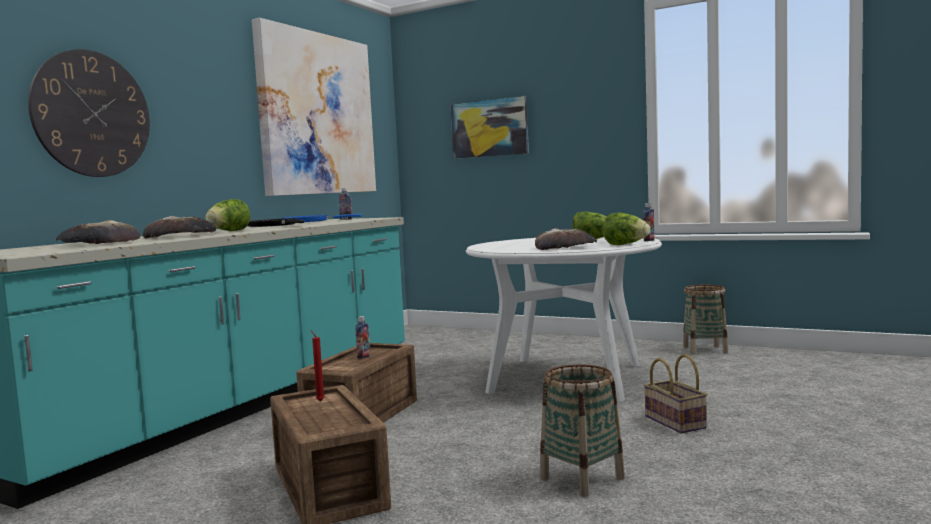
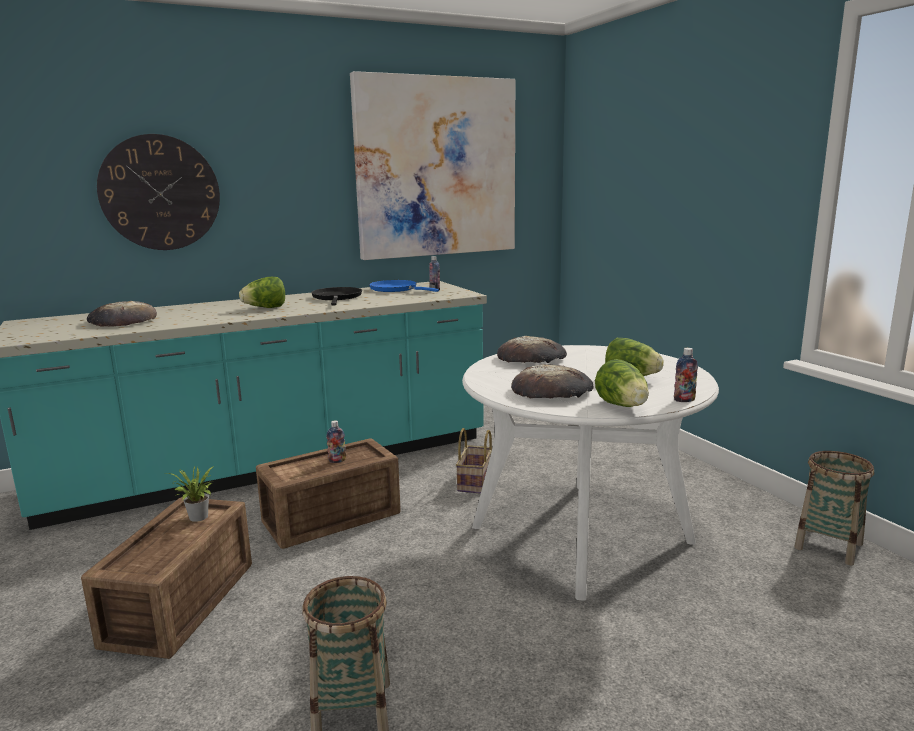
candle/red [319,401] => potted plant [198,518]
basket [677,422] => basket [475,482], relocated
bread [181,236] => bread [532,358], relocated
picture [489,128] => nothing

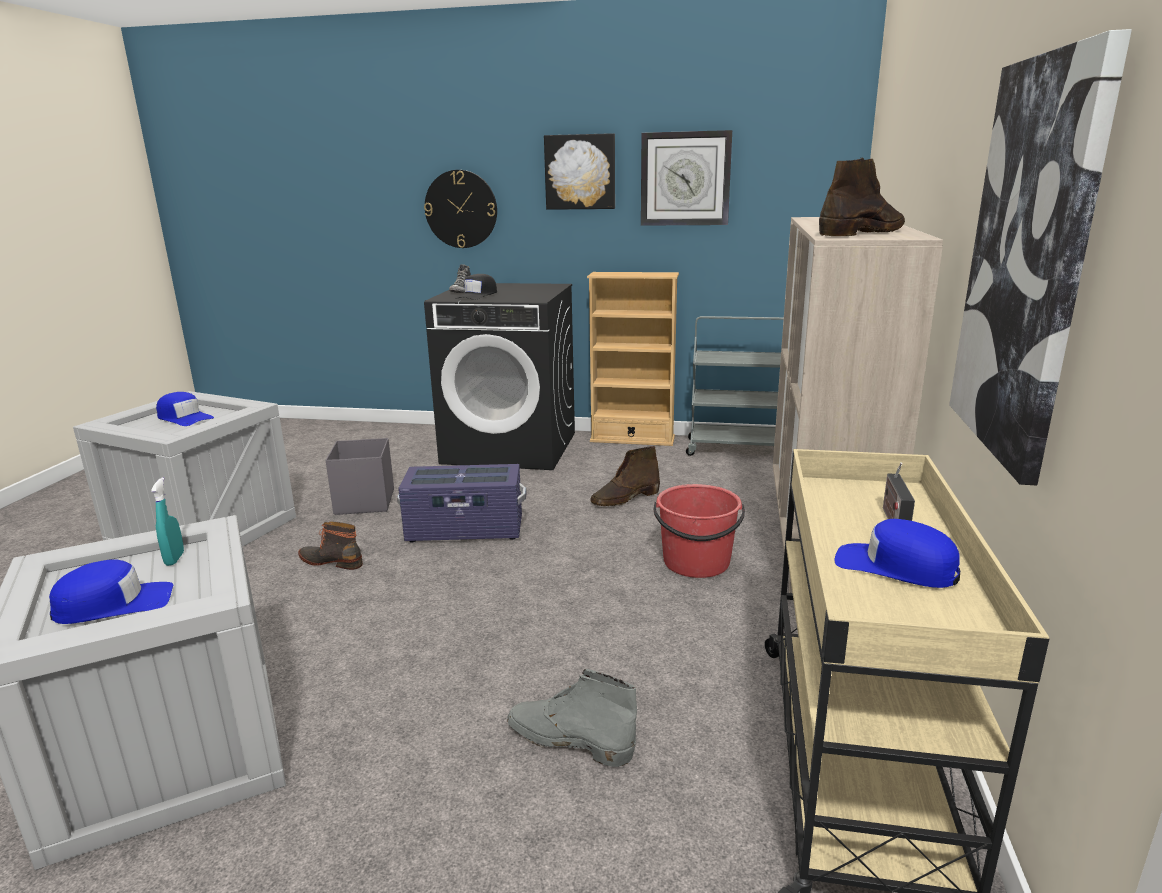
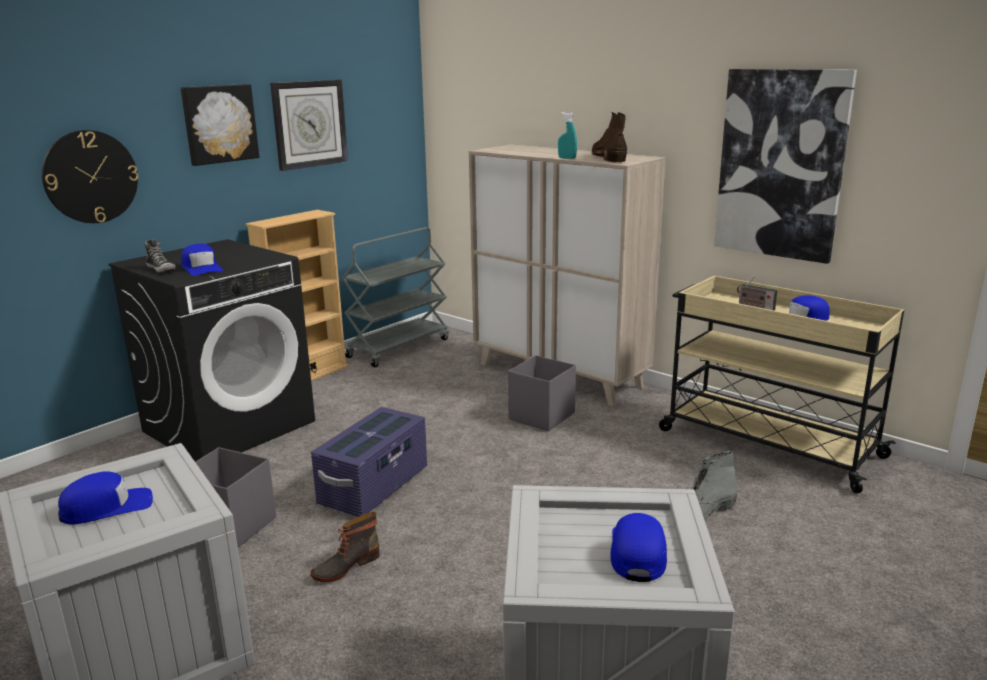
cap/black [477,295] => cap/blue [201,268]
bucket/red [696,563] => storage box/grey [540,416]
spray bottle/turquoise [174,559] => spray bottle/turquoise [567,158], relocated
boot/brown [625,498] => nothing

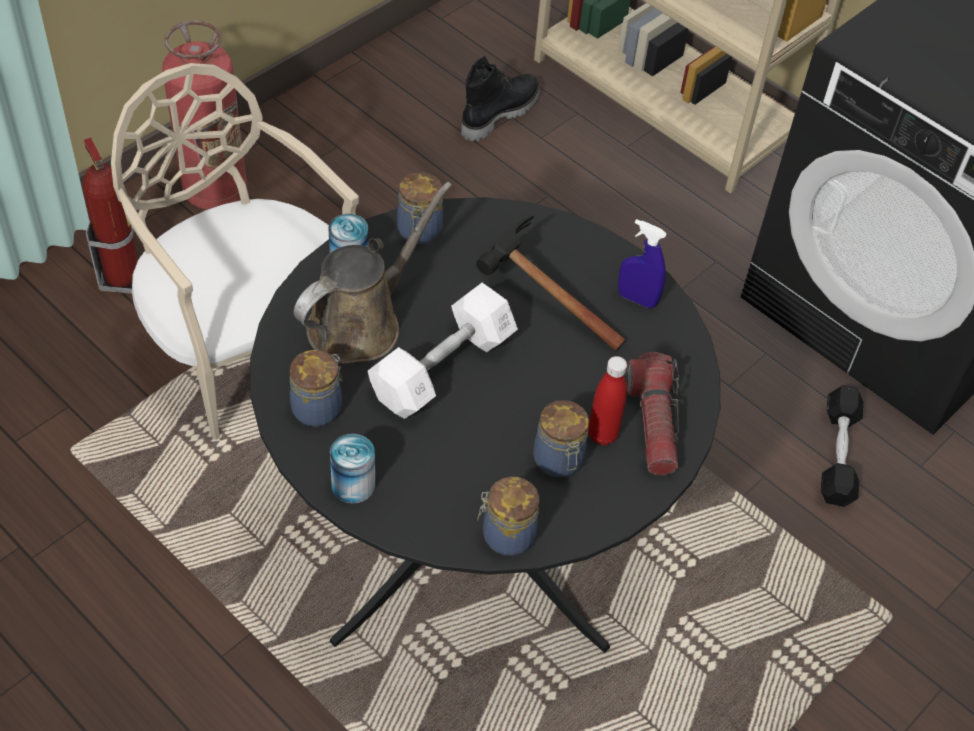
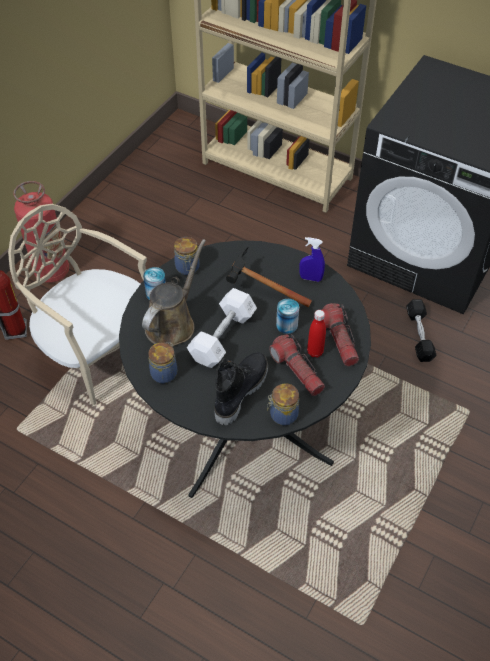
boot/black [498,113] => boot/black [240,391], relocated
jar [558,461] => flashlight [297,371]
can [353,485] => can [287,325], relocated

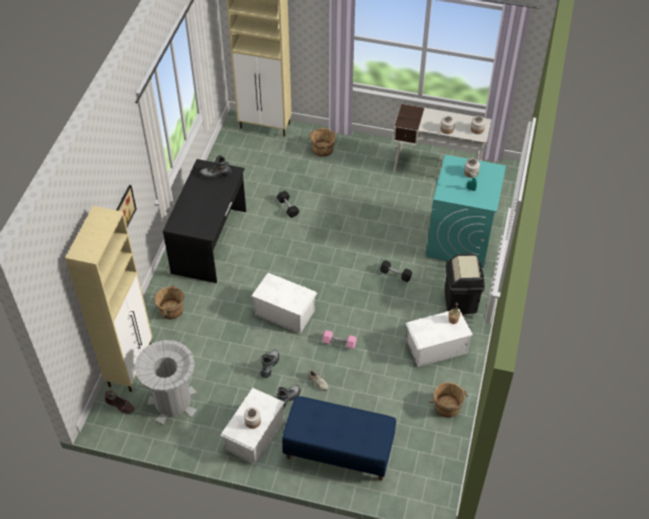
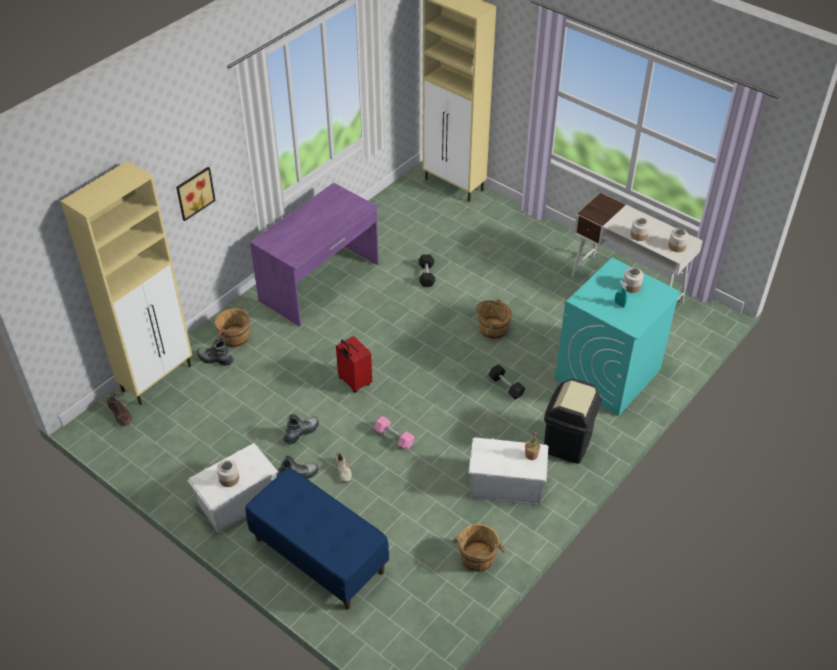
boot [216,174] => boot [215,359], relocated
desk/black [210,241] => desk/purple [320,282]
storage box/white [284,312] => suitcase/red [354,382]
bucket/brown [322,149] => bucket/brown [492,329], relocated
trash can/grey [173,402] => nothing

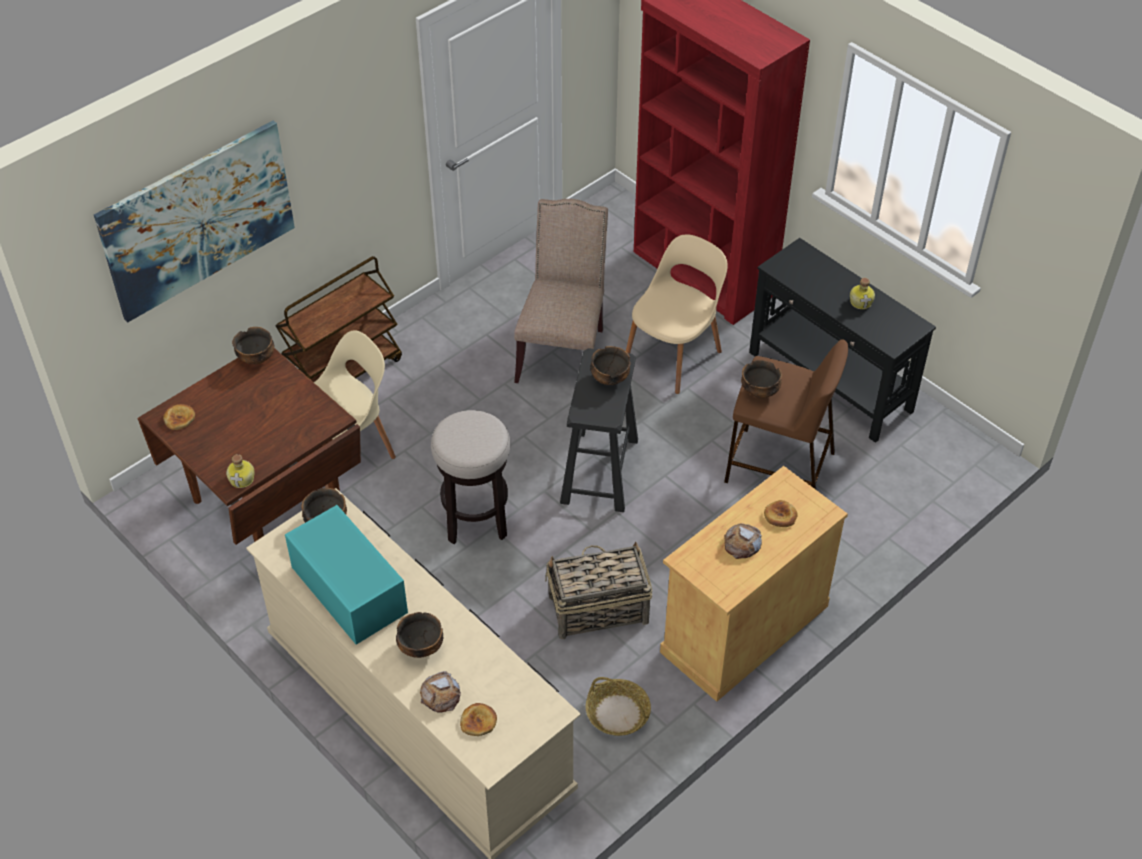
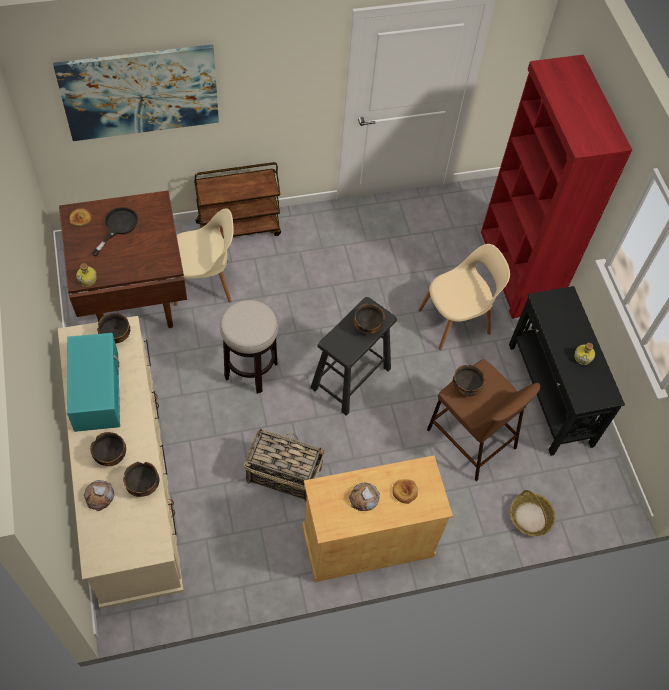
nothing => frying pan/black [117,227]
bowl [256,358] => bowl [143,485], relocated
basket [617,713] => basket [530,517], relocated
bread [478,721] => nothing
chair/beige [563,352] => nothing

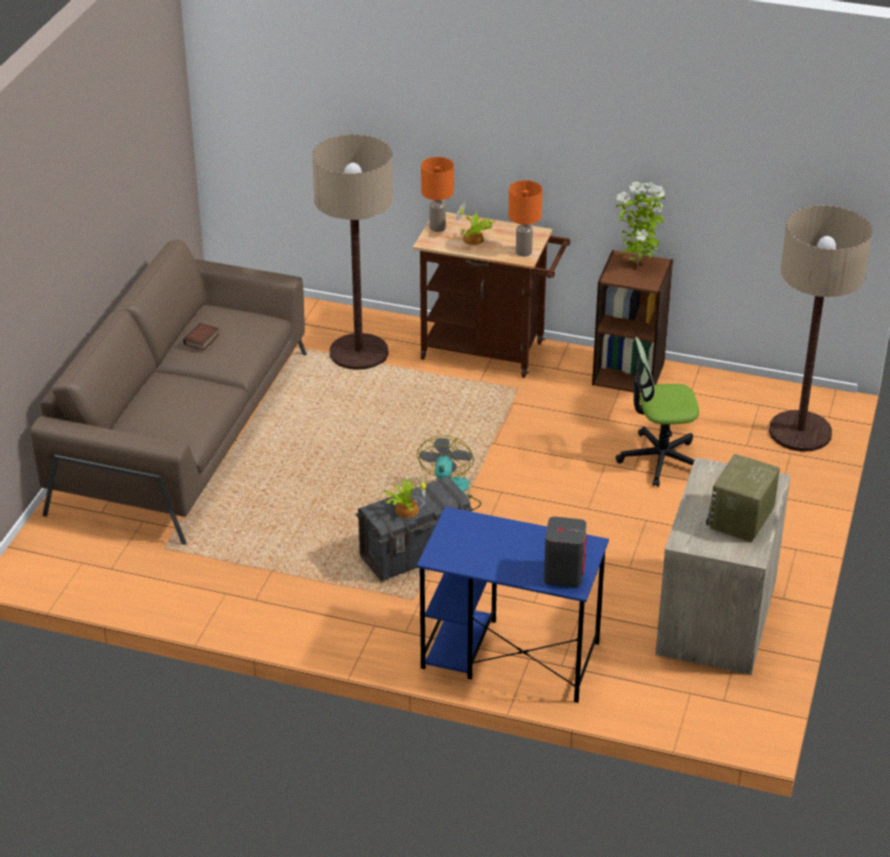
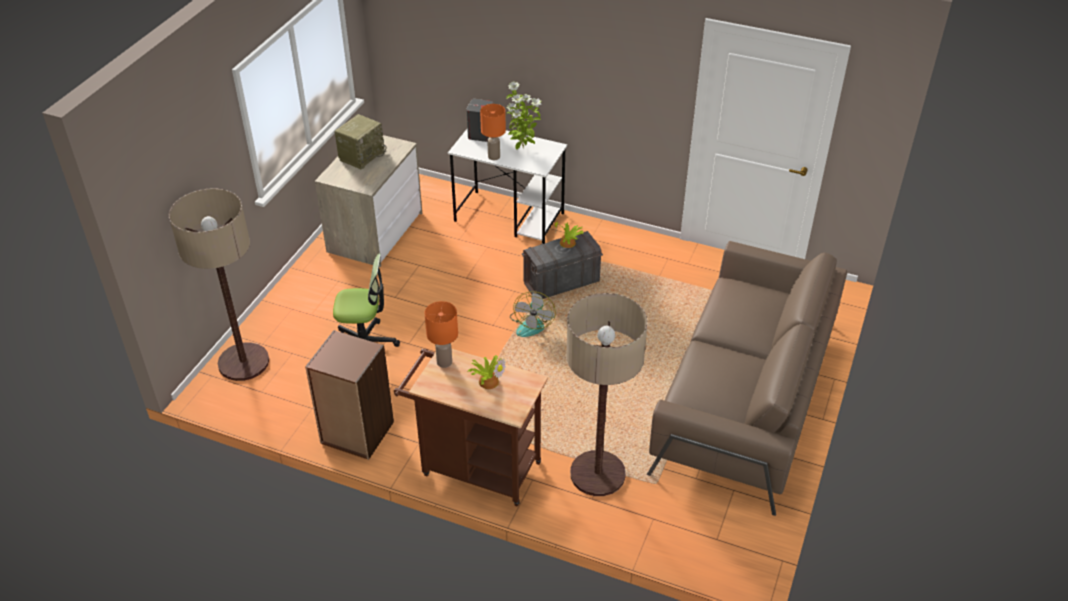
desk/blue [509,655] => desk/white [510,217]
table lamp/orange [437,228] => table lamp/orange [494,156], relocated
potted plant [638,264] => potted plant [522,148], relocated
book [202,340] => nothing

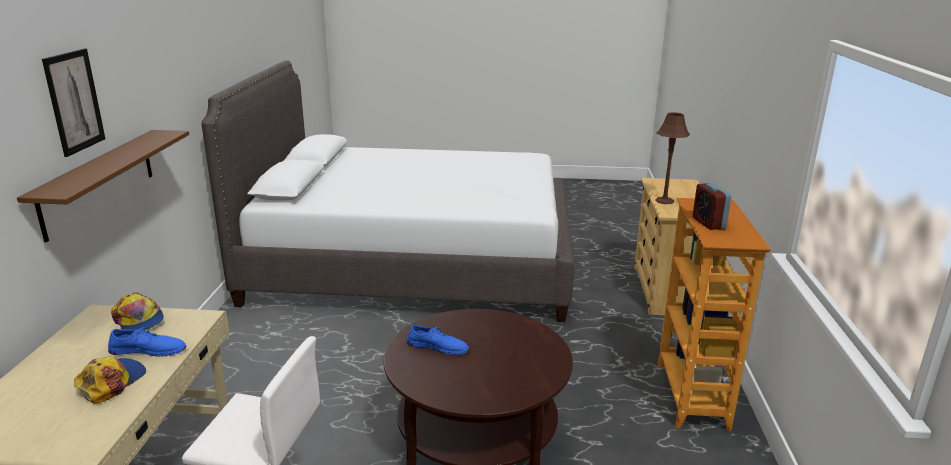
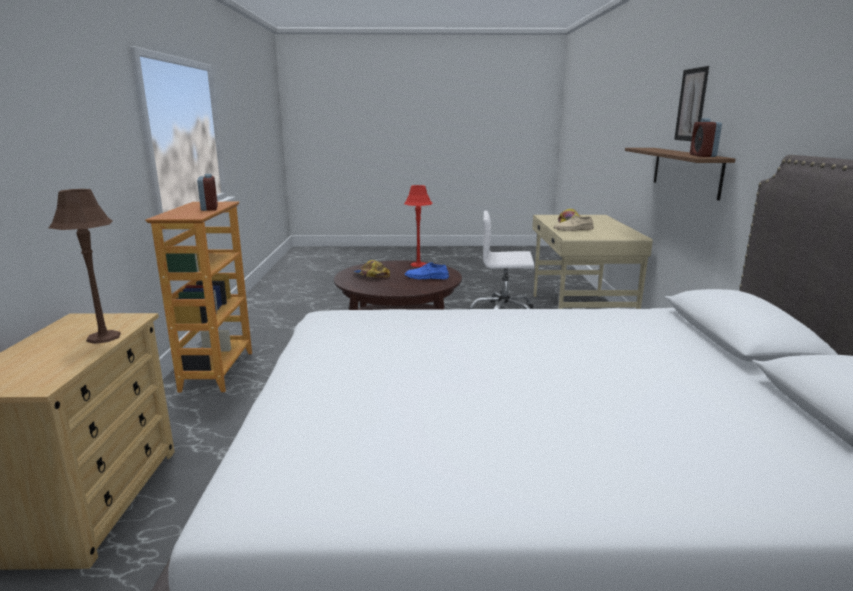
cap [139,320] => cap [371,275], relocated
nothing => table lamp/red [418,265]
shoe/blue [148,349] => shoe/beige [573,229]
nothing => alarm clock [702,155]

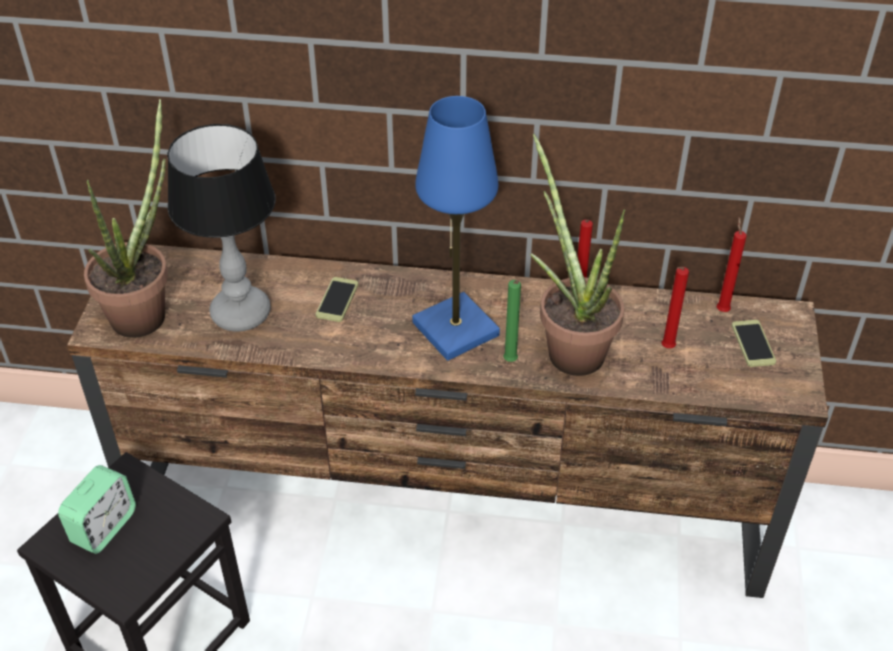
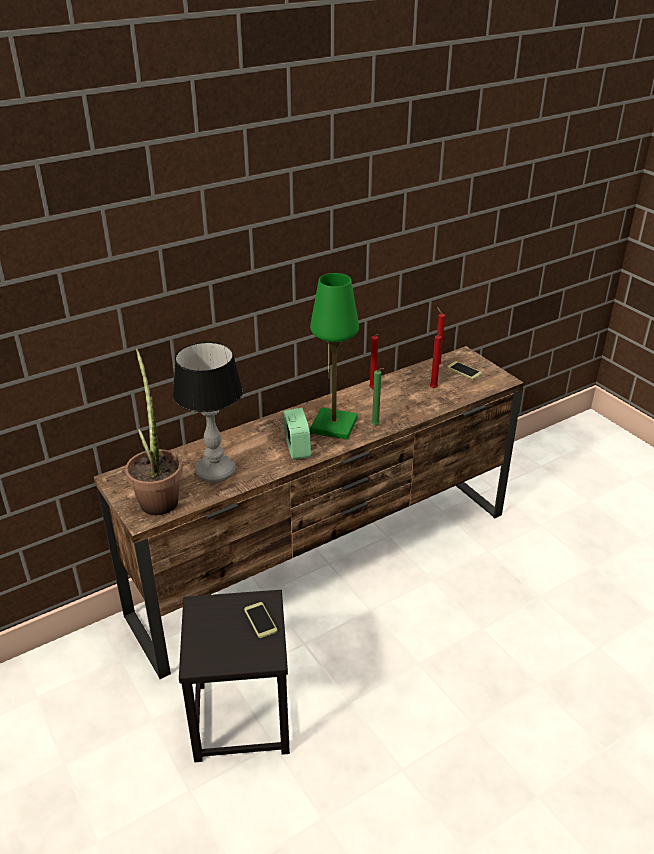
phone [337,300] => phone [260,620], relocated
alarm clock [104,527] => alarm clock [297,449], relocated
table lamp/blue [455,329] => table lamp/green [333,426]
potted plant [569,347] => nothing

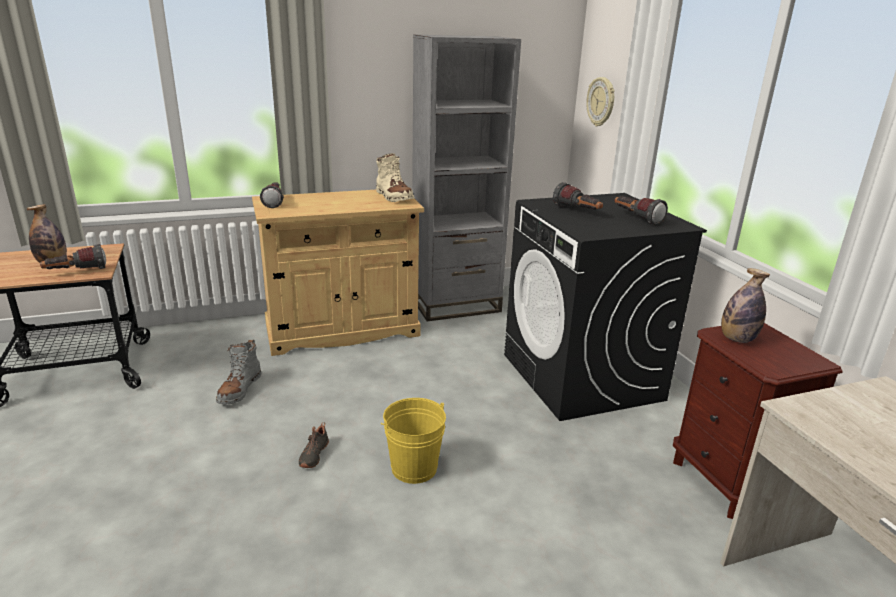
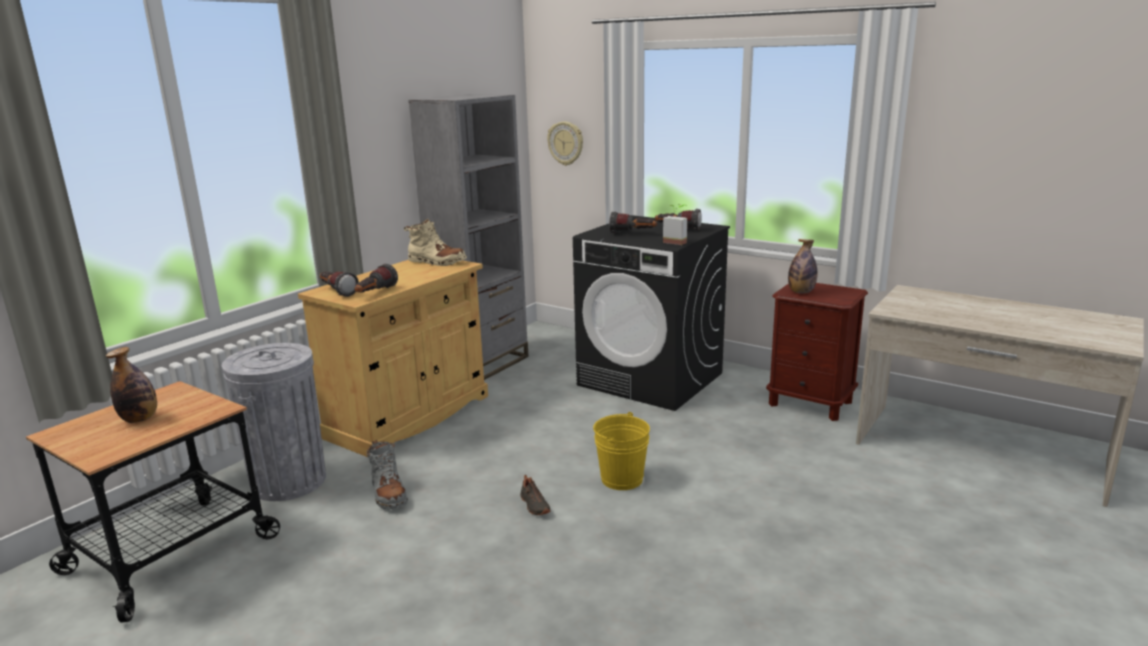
nothing => trash can/grey [288,481]
flashlight [76,272] => flashlight [375,293], relocated
nothing => potted plant [676,241]

